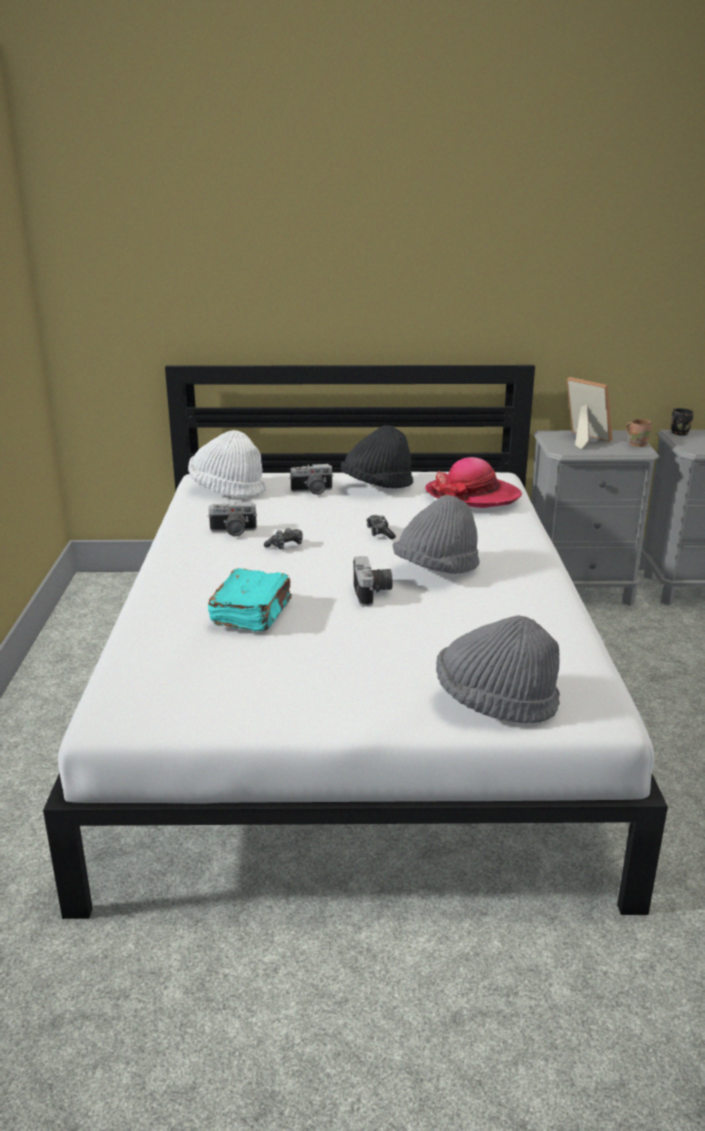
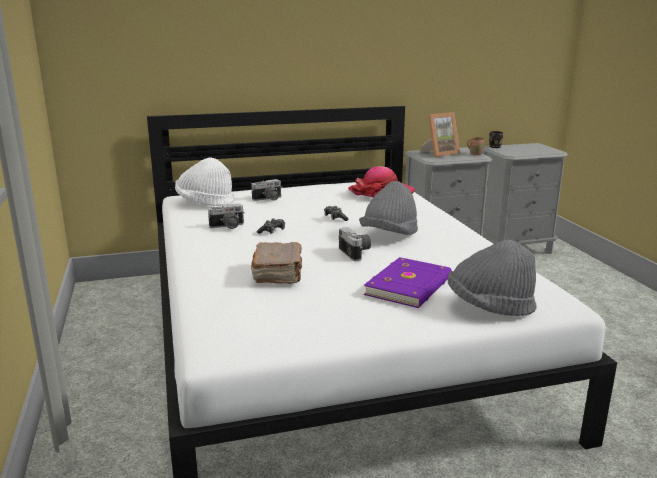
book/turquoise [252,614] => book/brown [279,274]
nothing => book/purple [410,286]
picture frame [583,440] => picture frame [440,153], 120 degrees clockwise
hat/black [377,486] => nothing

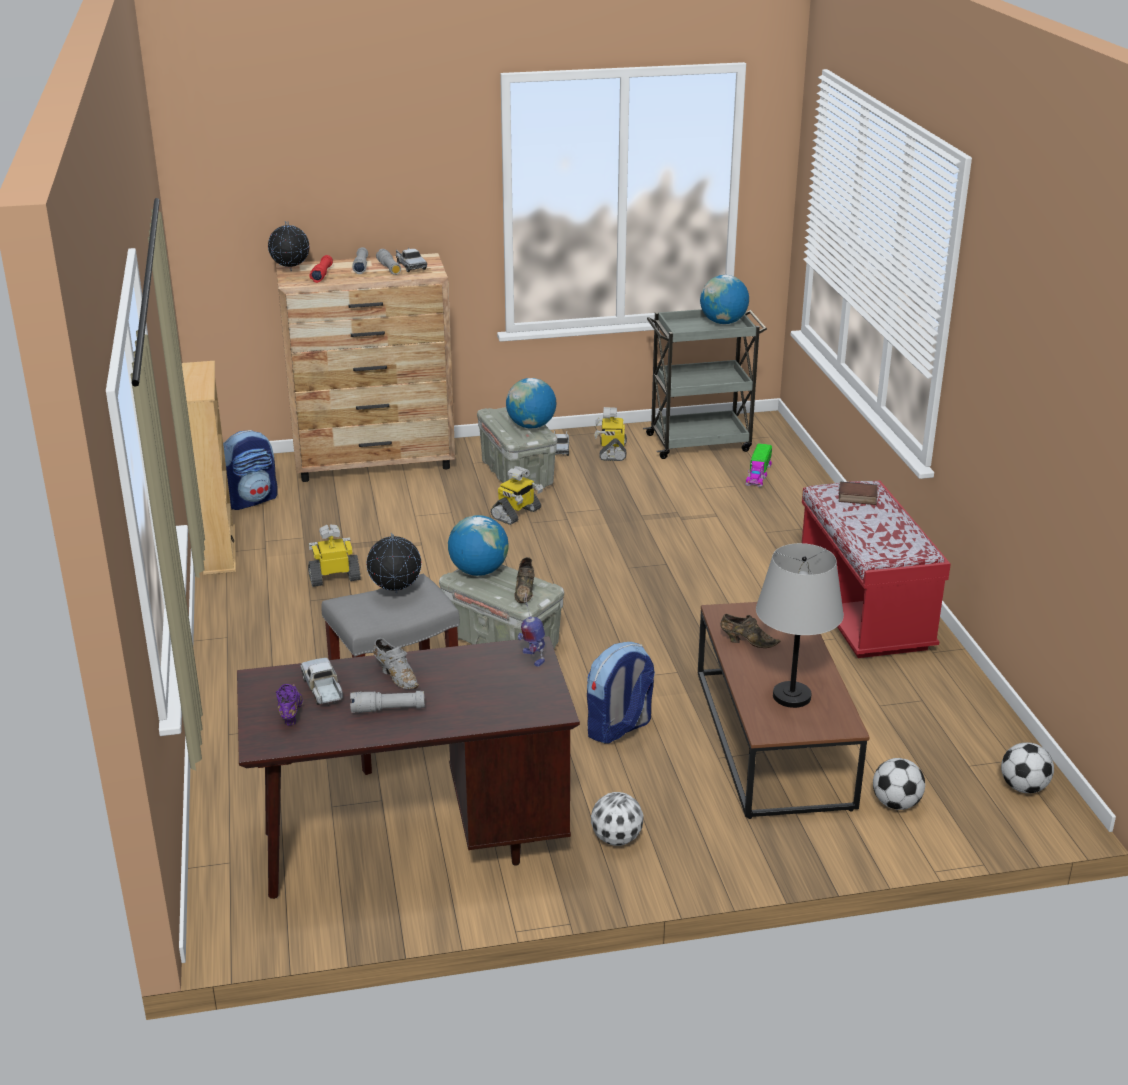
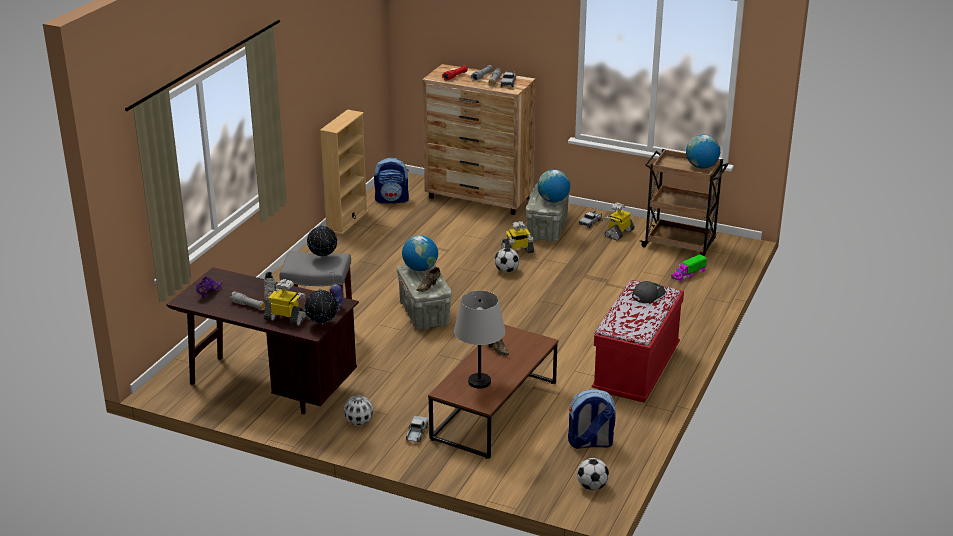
toy robot [334,577] => toy robot [286,319], relocated
globe [291,271] => globe [322,324], relocated
toy truck [323,689] => toy truck [416,433], relocated
football [896,803] => football [507,271], relocated
backpack [619,728] => backpack [590,443], relocated
book [857,498] => cap/grey [648,295]
cart/grey [700,442] => cart/brown [680,244]

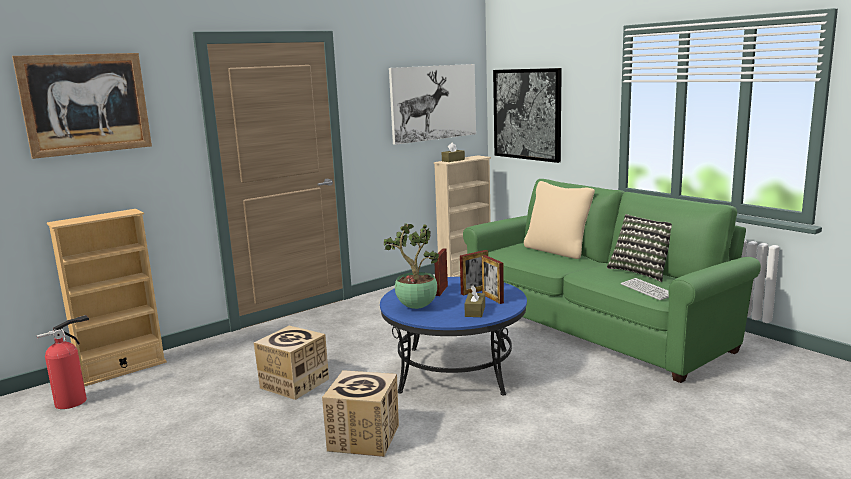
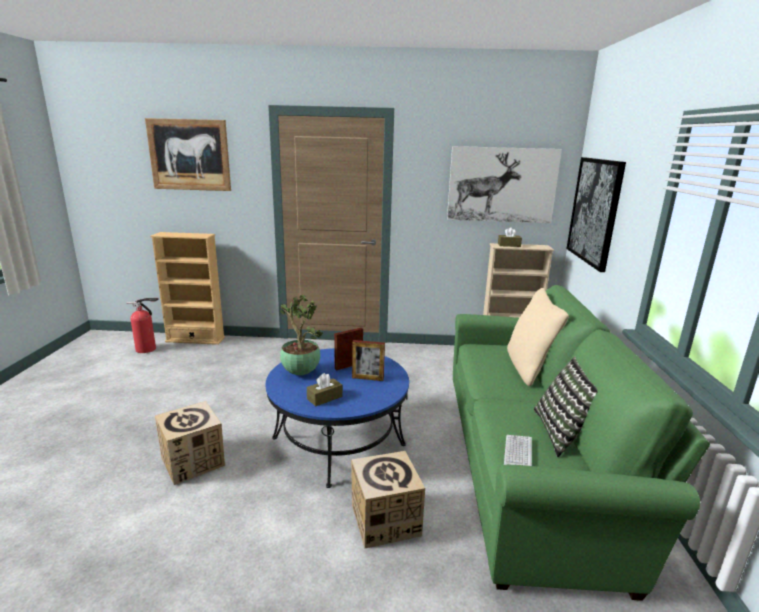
cardboard box [294,383] => cardboard box [385,520], relocated
picture frame [492,298] => nothing

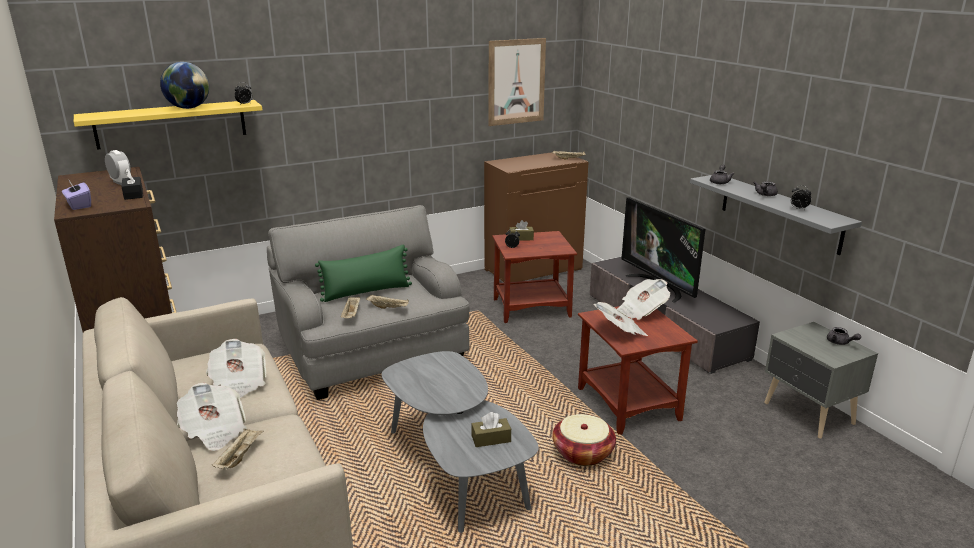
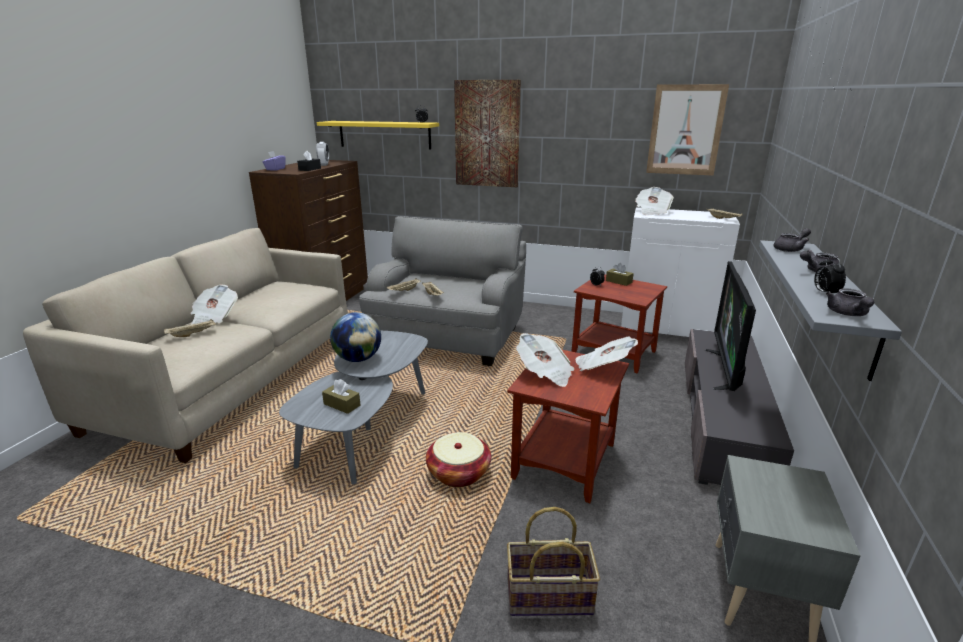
globe [188,108] => globe [358,359], relocated
nothing => picture [487,134]
nothing => basket [548,597]
cabinet/brown [533,269] => cabinet/white [667,326]
newspaper [239,383] => newspaper [652,212], relocated
teapot/grey [840,343] => teapot/grey [847,314], relocated
pillow/green [366,292] => nothing

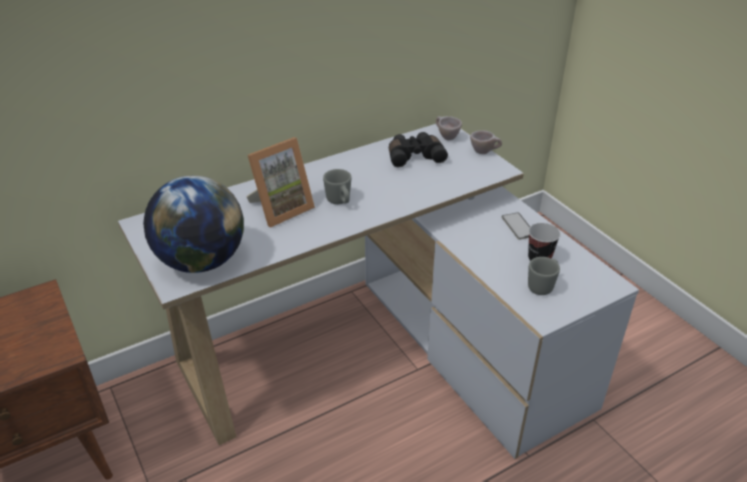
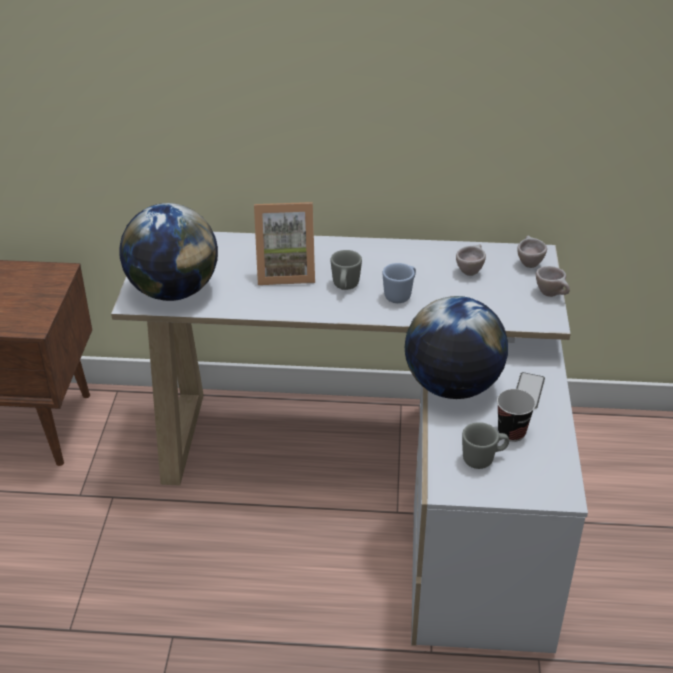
nothing => mug/blue [400,295]
nothing => globe [452,386]
binoculars/black [414,156] => cup/beige [470,270]

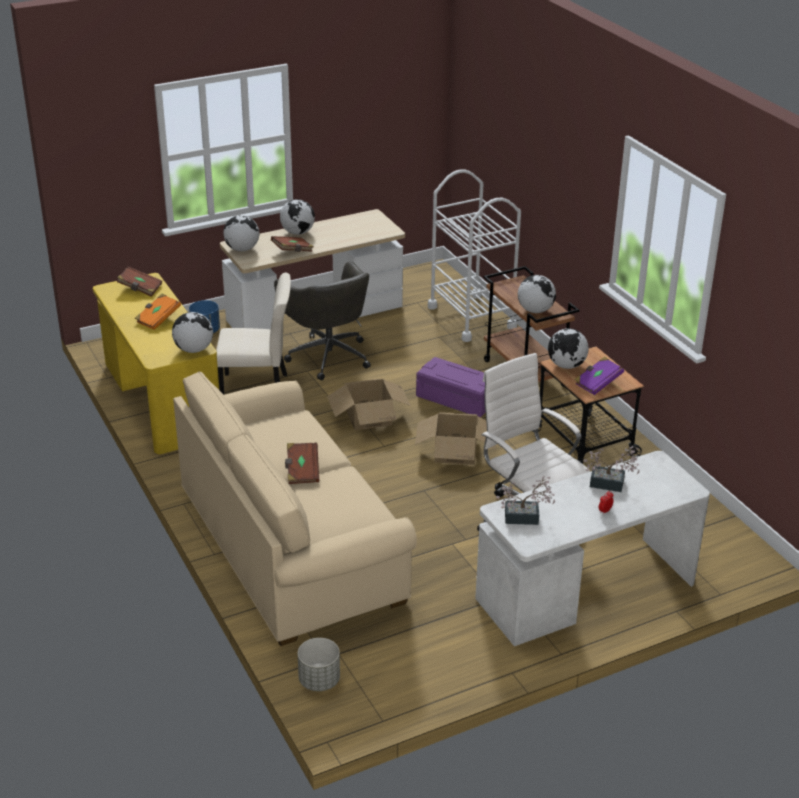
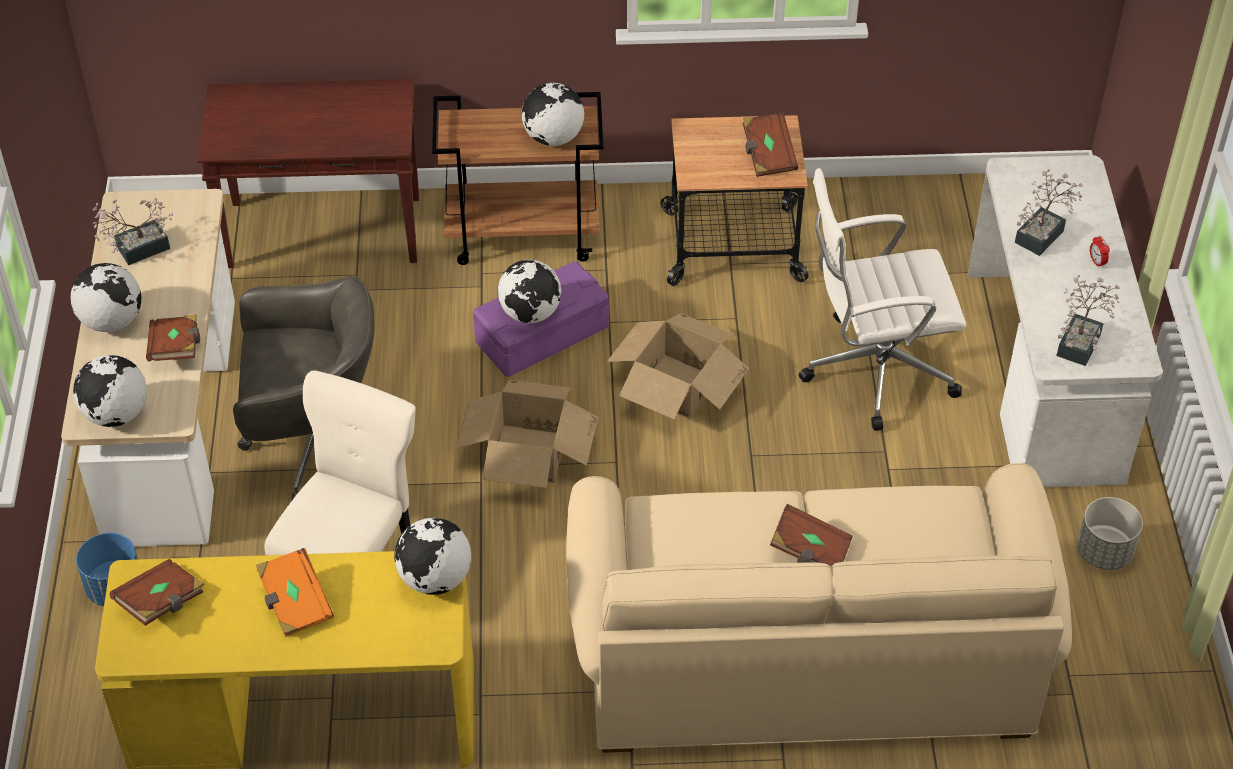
nothing => potted plant [137,250]
cart/white [471,317] => console table/brown [326,232]
globe [566,366] => globe [530,313], relocated
book/purple [597,383] => book/brown [767,155]
planter/grey [319,680] => planter/grey [1103,553], relocated

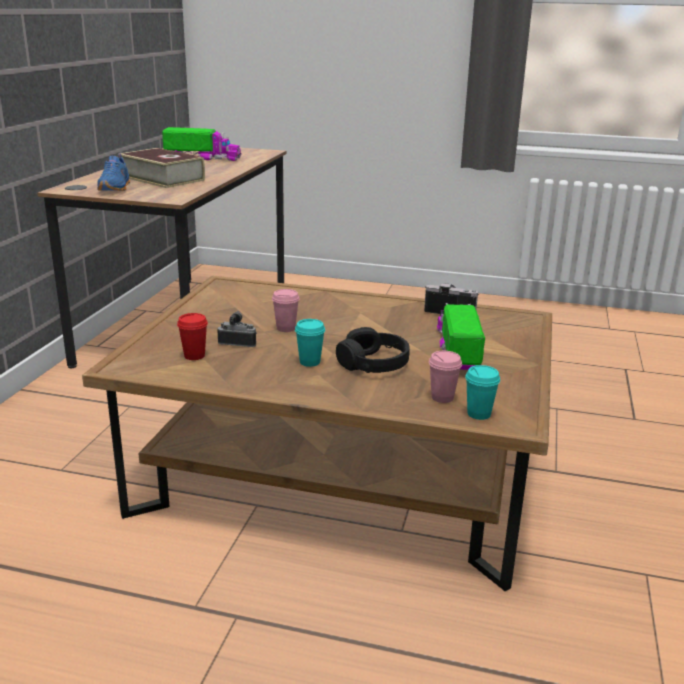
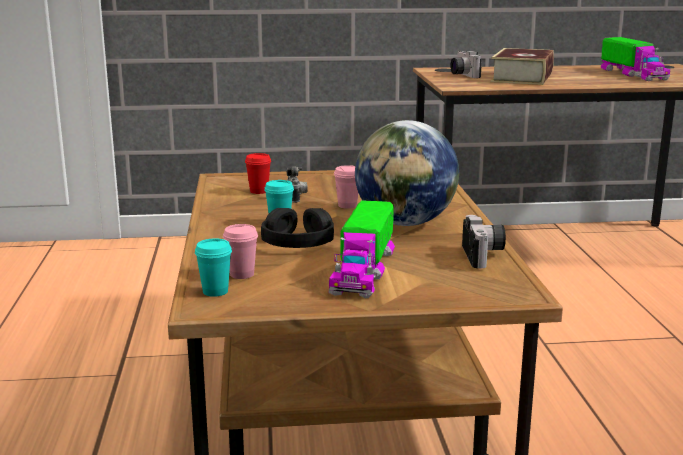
toy truck [457,352] => toy truck [364,270], 120 degrees clockwise
nothing => globe [405,223]
shoe/blue [116,188] => photo camera [462,75]

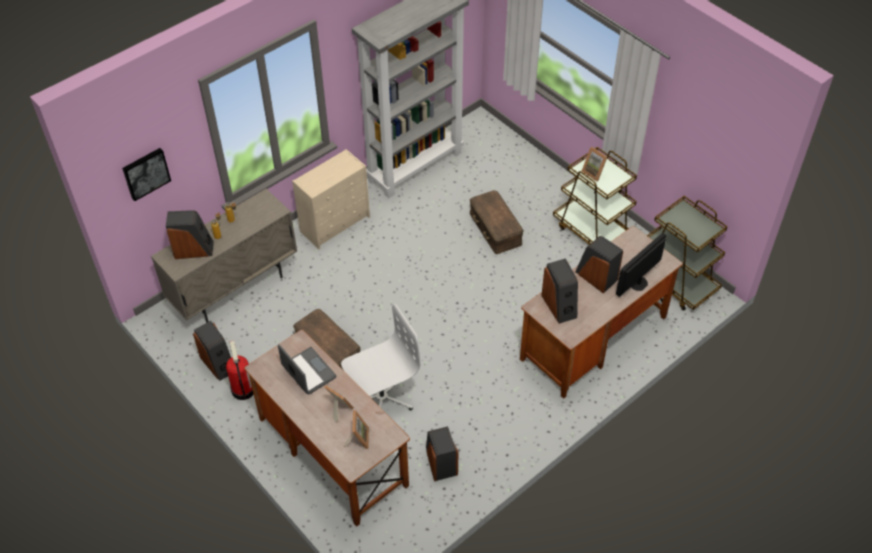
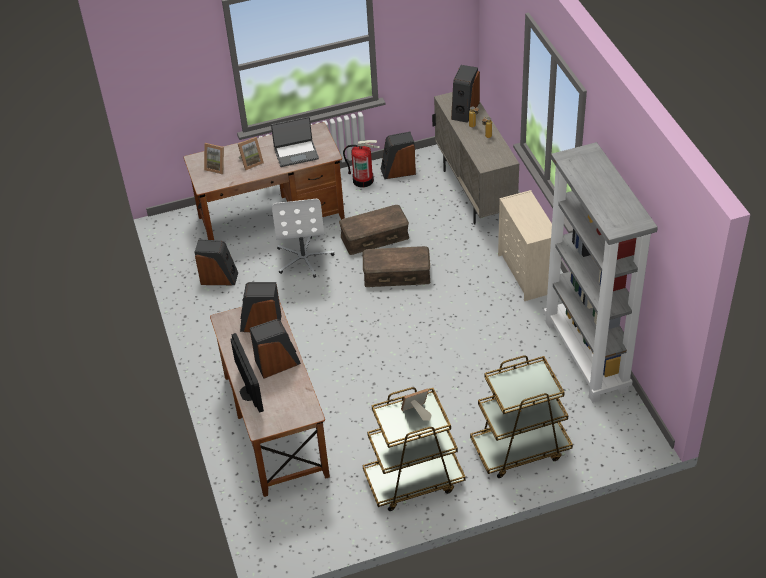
storage box/brown [494,228] => storage box/brown [397,273], relocated
cart/brown [675,281] => cart/brown [520,449], relocated
picture [145,173] => nothing

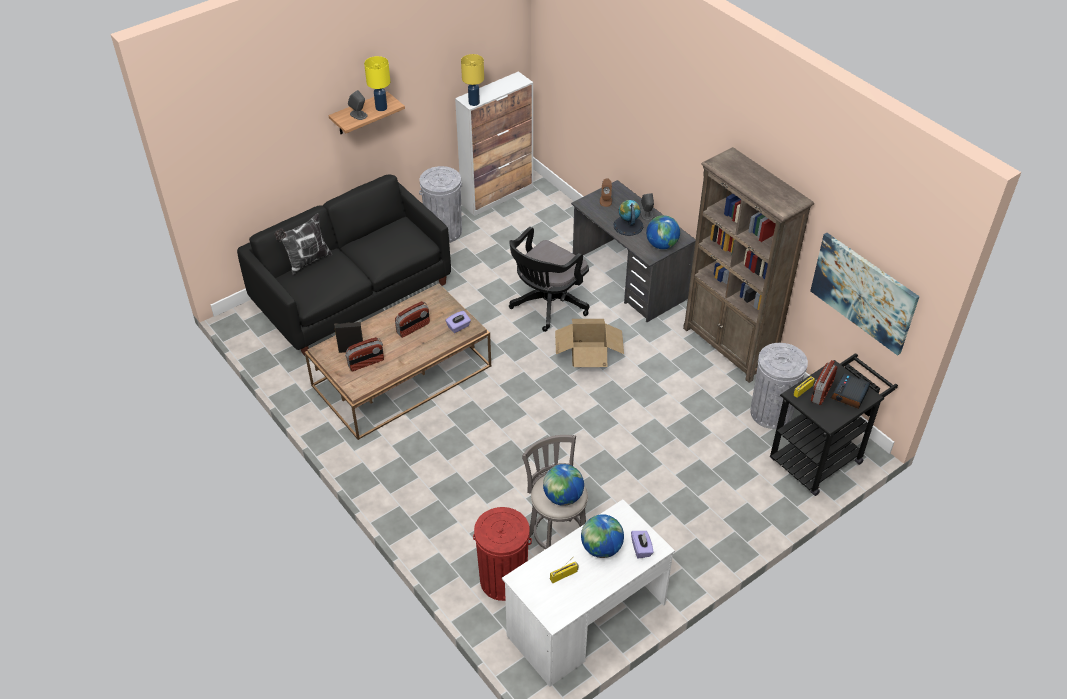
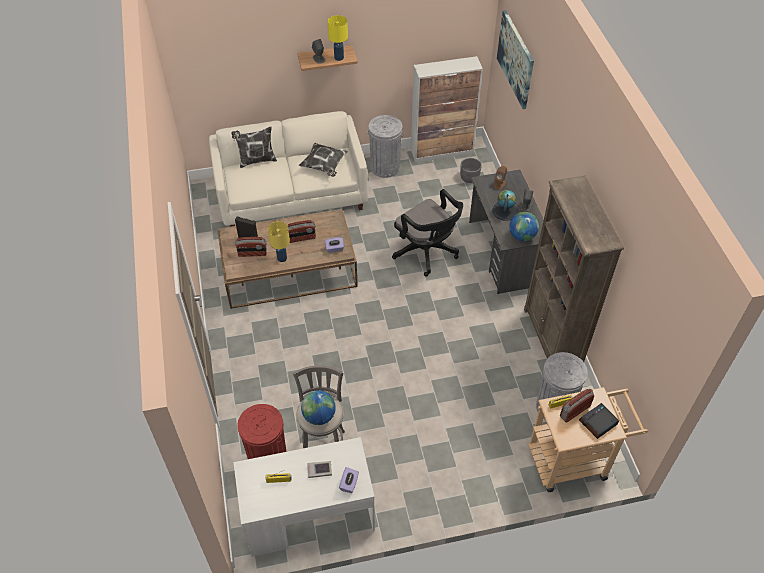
sofa/black [352,293] => sofa/white [292,194]
table lamp/yellow [474,102] => table lamp/yellow [282,258], relocated
nothing => pillow [324,166]
globe [601,548] => book [319,470]
office chair/black [546,306] => office chair/black [427,253], 105 degrees counterclockwise
nothing => planter/grey [469,178]
picture [863,292] => picture [515,59], relocated
cart/black [821,456] => cart/beige [574,460]
cardboard box [588,354] => nothing

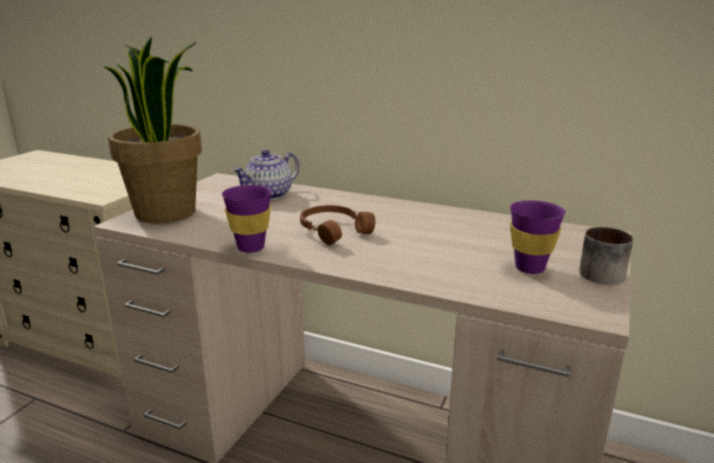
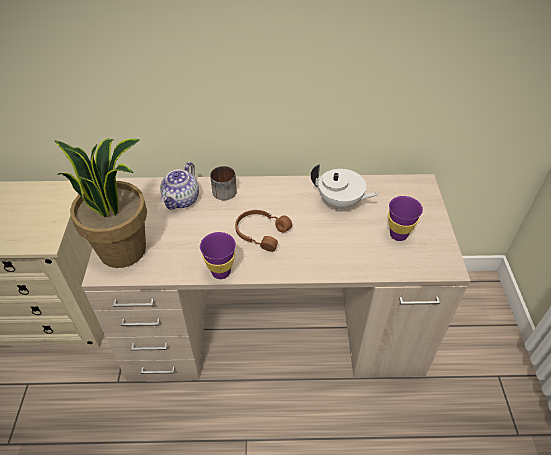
mug [596,272] => mug [221,190], relocated
nothing => teapot/white [340,202]

